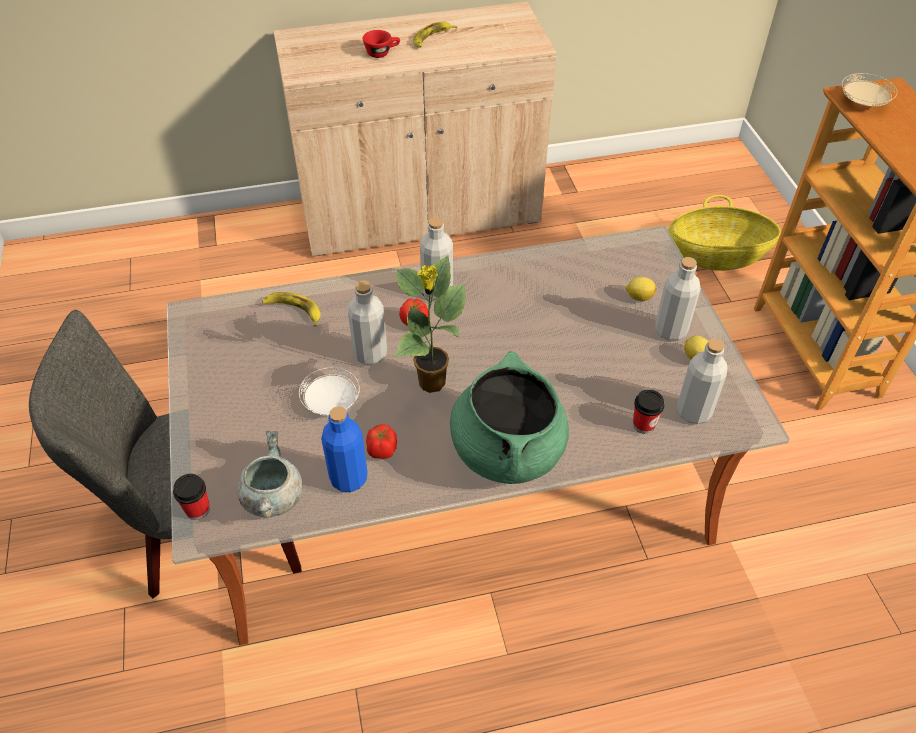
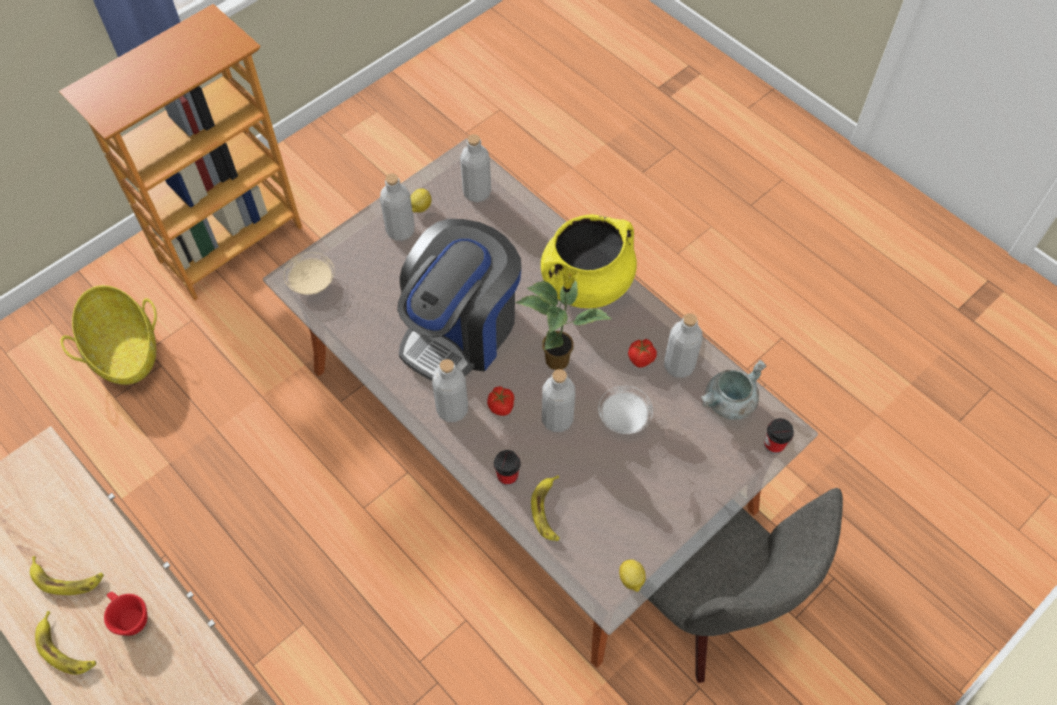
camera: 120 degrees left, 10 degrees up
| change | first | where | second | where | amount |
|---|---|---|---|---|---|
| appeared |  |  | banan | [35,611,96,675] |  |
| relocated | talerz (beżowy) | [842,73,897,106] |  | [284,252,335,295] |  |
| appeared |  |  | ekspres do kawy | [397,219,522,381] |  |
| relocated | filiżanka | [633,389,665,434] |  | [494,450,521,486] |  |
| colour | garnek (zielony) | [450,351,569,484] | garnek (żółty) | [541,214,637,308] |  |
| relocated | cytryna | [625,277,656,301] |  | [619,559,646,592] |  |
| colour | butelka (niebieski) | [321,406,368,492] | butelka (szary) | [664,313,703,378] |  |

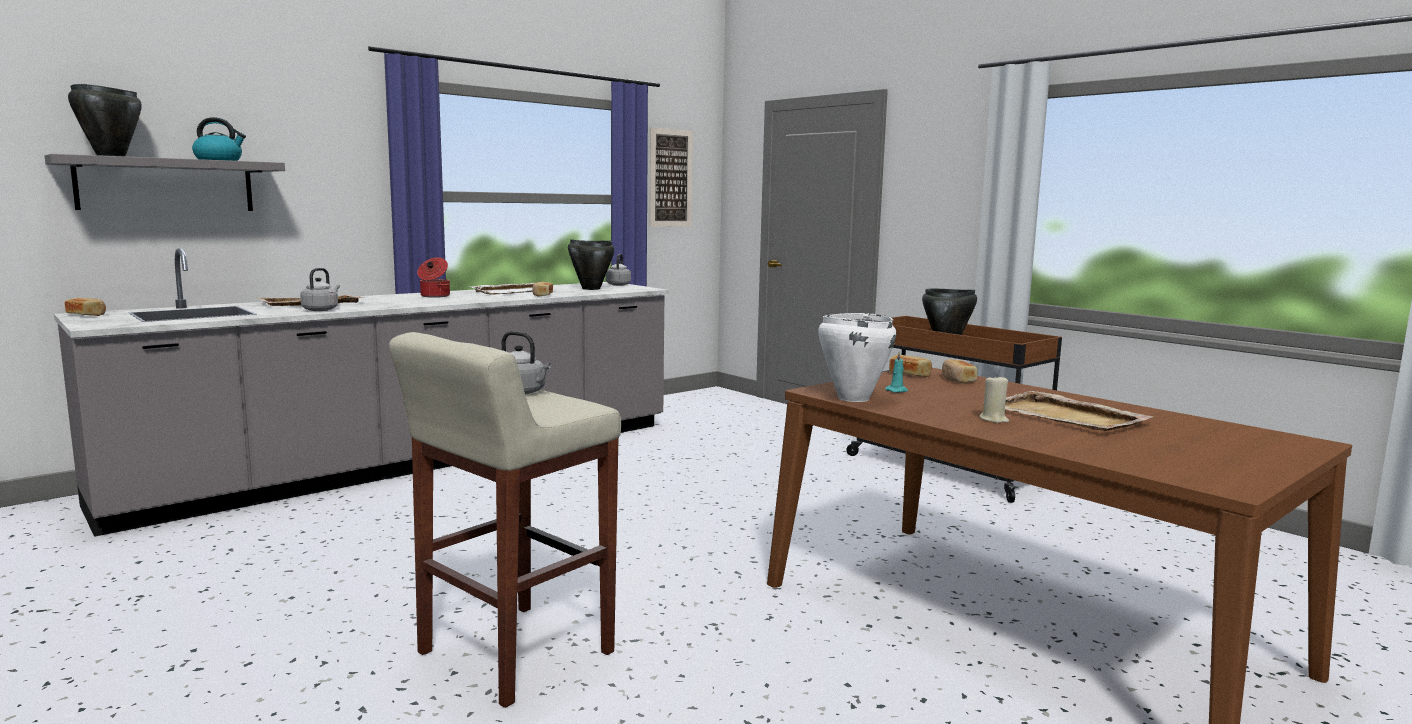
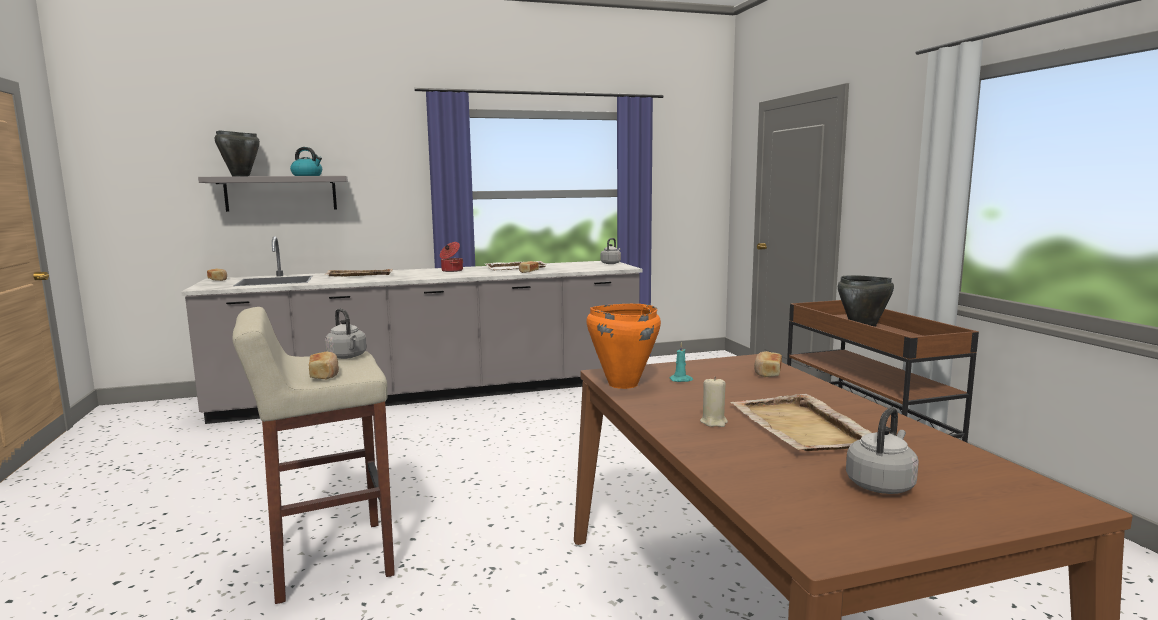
camera: 25 degrees right, 0 degrees up
| change | first | where | second | where | amount |
|---|---|---|---|---|---|
| relocated | chleb | [889,355,932,377] |  | [309,351,339,379] |  |
| colour | garnek (biały) | [818,313,896,402] | garnek (pomarańczowy) | [586,304,661,389] |  |
| relocated | czajnik (szary) | [300,268,340,311] |  | [846,407,919,494] |  |
| missing | garnek (czarny) | [568,239,615,290] |  |  |  |
| missing | obraz | [649,127,693,227] |  |  |  |

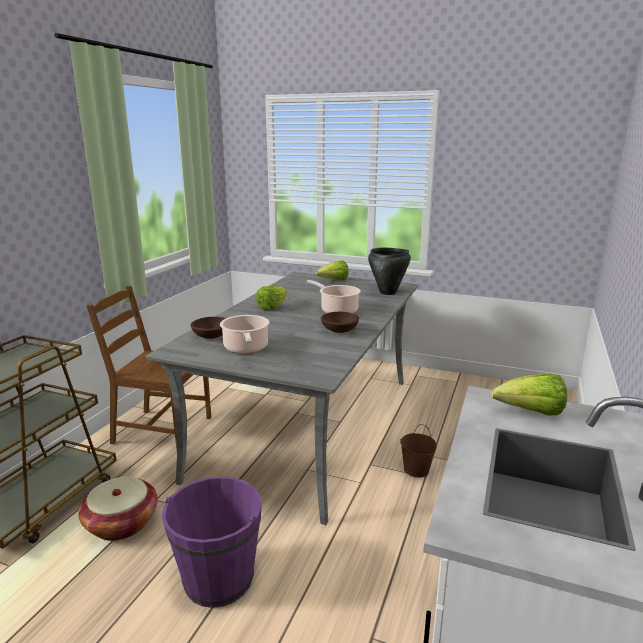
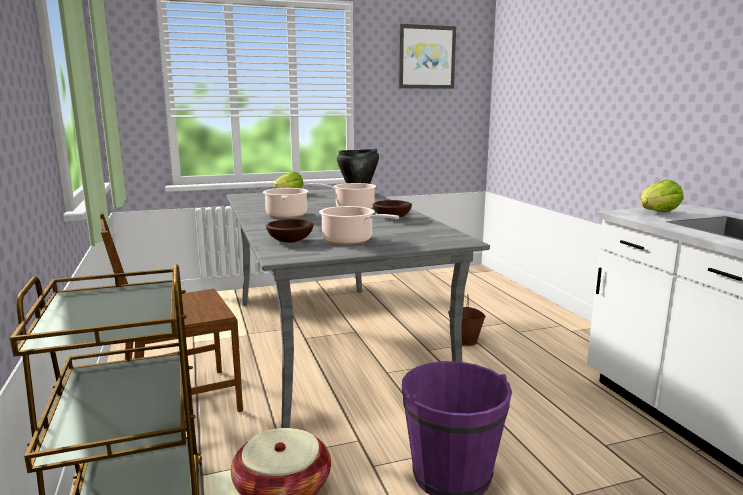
camera: 40 degrees left, 5 degrees down
| change | first | where | second | where | amount |
|---|---|---|---|---|---|
| exchanged | sałata | [255,286,287,310] | garnek | [263,188,309,218] |  |
| appeared |  |  | obraz | [399,24,456,89] |  |

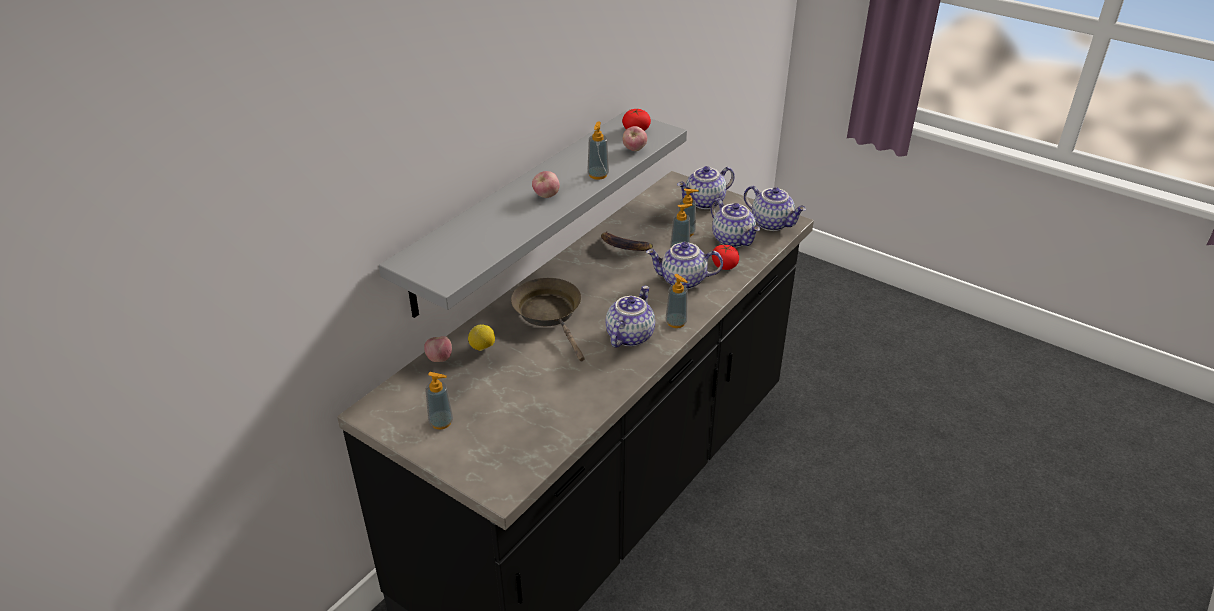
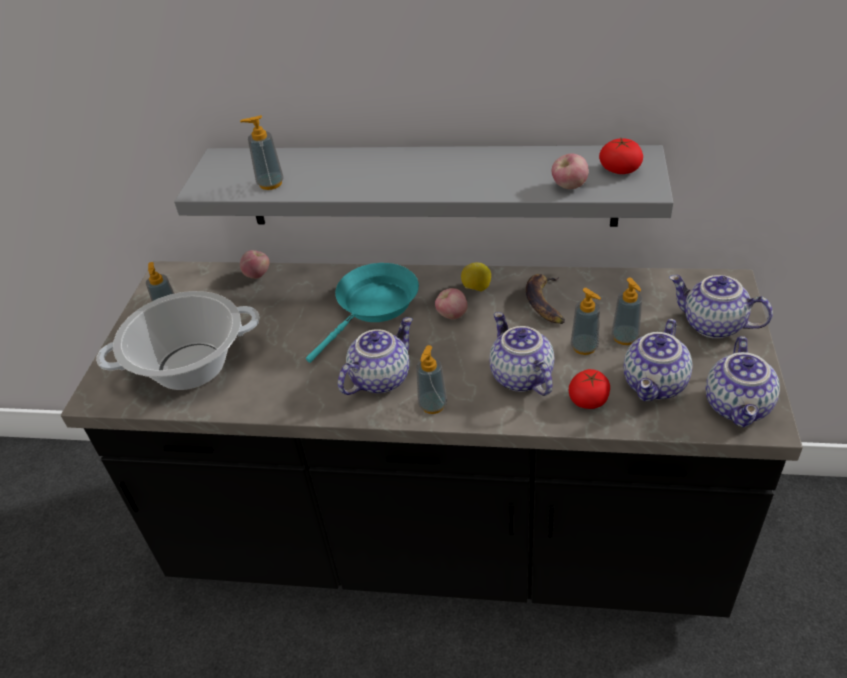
camera: 65 degrees right, 5 degrees up
| change | first | where | second | where | amount |
|---|---|---|---|---|---|
| appeared |  |  | garnek | [96,291,260,390] |  |
| relocated | dozownik mydła | [587,121,609,180] |  | [240,115,284,190] |  |
| colour | patelnia (brązowy) | [511,278,585,361] | patelnia (turkusowy) | [306,263,419,363] |  |
| spun | imbryk | [606,286,655,348] |  | [338,317,413,395] | 45 degrees counterclockwise |
| relocated | jabłko | [532,171,560,198] |  | [435,288,467,319] |  |
| relocated | cytryna | [468,324,495,351] |  | [461,262,491,292] |  |

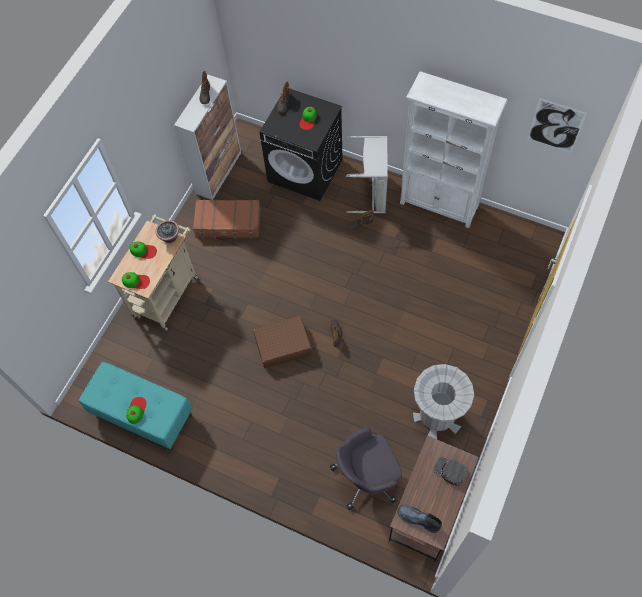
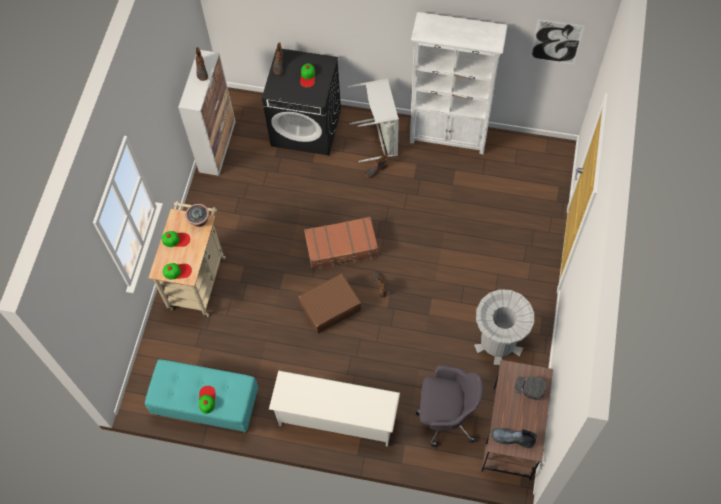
camera: 15 degrees left, 0 degrees up
| change | first | where | second | where | amount |
|---|---|---|---|---|---|
| appeared |  |  | regał na buty (biały) | [269,370,400,446] |  |
| relocated | walizka (brązowy) | [193,200,261,239] |  | [304,217,378,269] |  |
| spun | krzesło biurowe (szary) | [330,427,402,510] |  | [416,365,483,447] | 135 degrees counterclockwise |

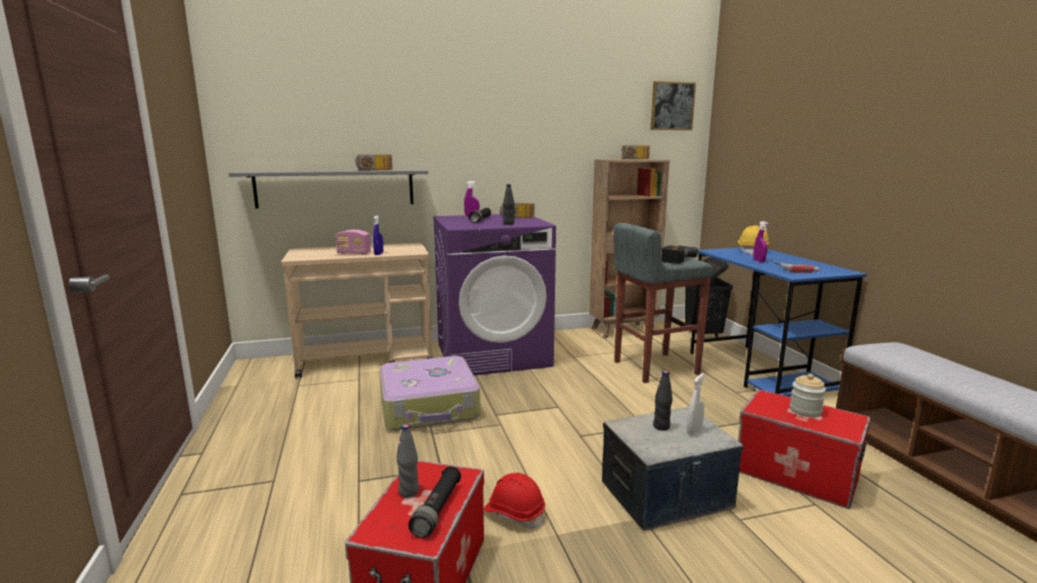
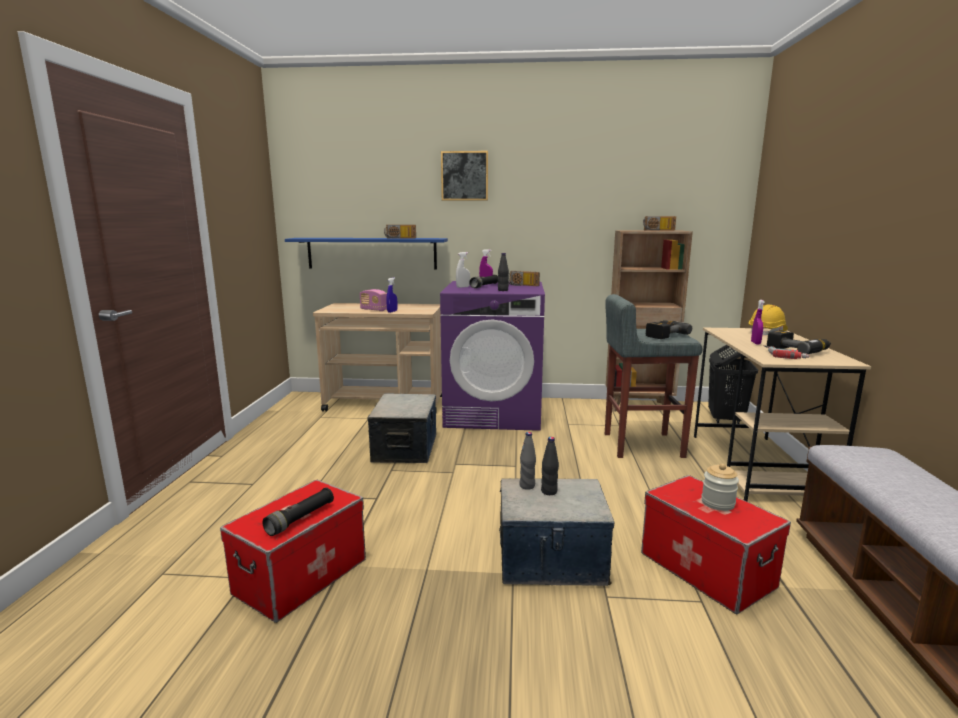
camera: 20 degrees right, 0 degrees up
| change | first | where | second | where | amount |
|---|---|---|---|---|---|
| colour | półka (szary) | [229,169,428,209] | półka (niebieski) | [285,238,448,269] |  |
| exchanged | walizka | [379,356,480,431] | pojemnik do przechowywania | [367,393,436,463] |  |
| relocated | obraz | [650,81,696,130] |  | [441,151,488,201] |  |
| relocated | spryskiwacz (biały) | [687,373,705,435] |  | [456,252,470,288] |  |
| relocated | butelka (szary) | [396,424,419,498] |  | [519,432,536,490] |  |
| colour | biurko (niebieski) | [690,247,867,397] | biurko (beżowy) | [694,328,871,502] |  |
| appeared |  |  | wiertarka | [767,330,831,354] |  |
| missing | kask (czerwony) | [484,473,545,529] |  |  |  |

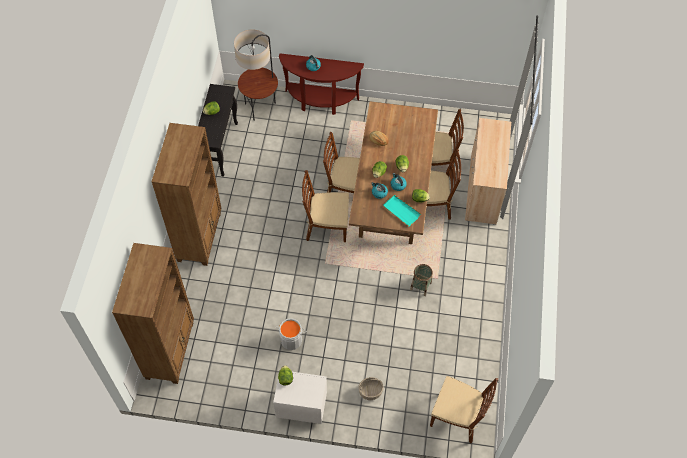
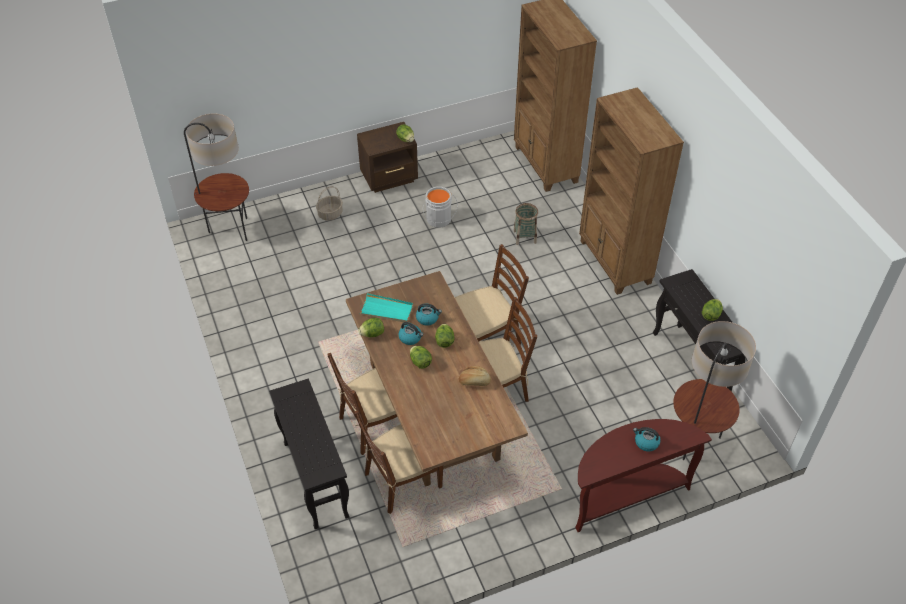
camera: 150 degrees right, 10 degrees down
| change | first | where | second | where | amount |
|---|---|---|---|---|---|
| exchanged | krzesło (brązowy) | [430,376,498,443] | lampa stojąca | [184,114,249,241] |  |
| exchanged | szafka (beżowy) | [465,118,511,225] | stolik konsolowy (czarny) | [269,378,349,530] |  |
| colour | szafka nocna (biały) | [273,372,327,424] | szafka nocna (brązowy) | [357,122,418,193] |  |
| relocated | koszyk | [410,264,433,296] |  | [513,203,538,245] |  |

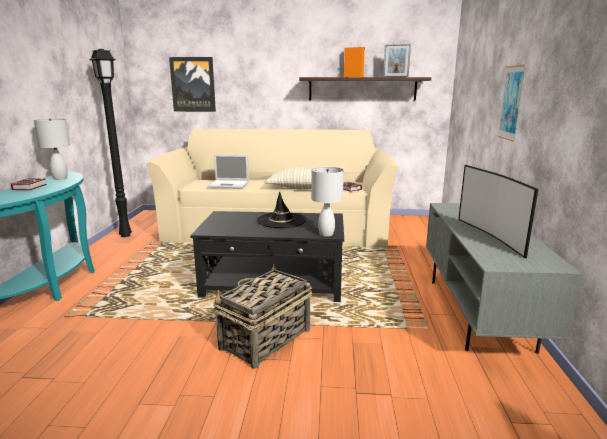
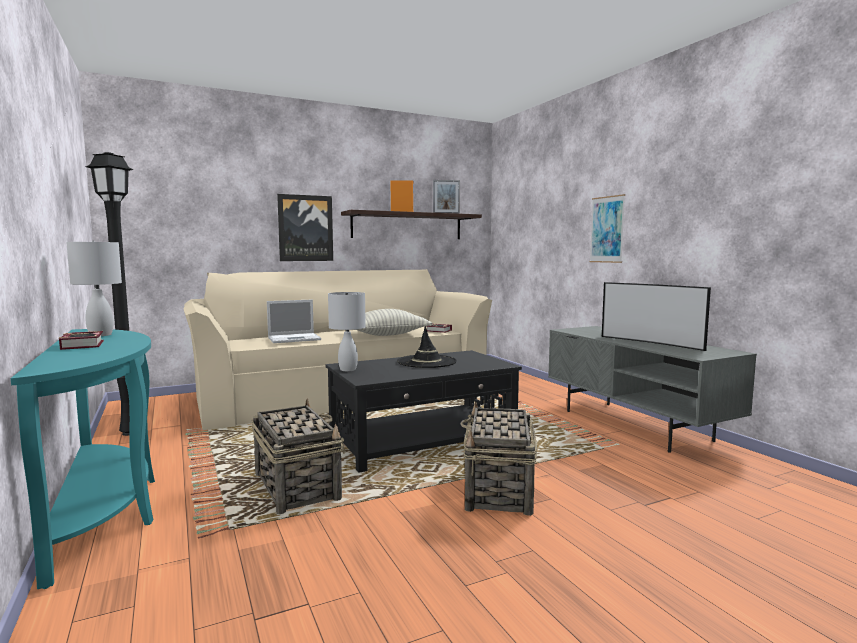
camera: 30 degrees left, 10 degrees down
| change | first | where | second | where | amount |
|---|---|---|---|---|---|
| appeared |  |  | koszyk | [252,398,345,514] |  |
| relocated | obraz | [169,57,216,112] |  | [277,194,333,261] |  |
| relocated | lampa stołowa (biały) | [311,167,344,237] |  | [328,292,366,371] |  |

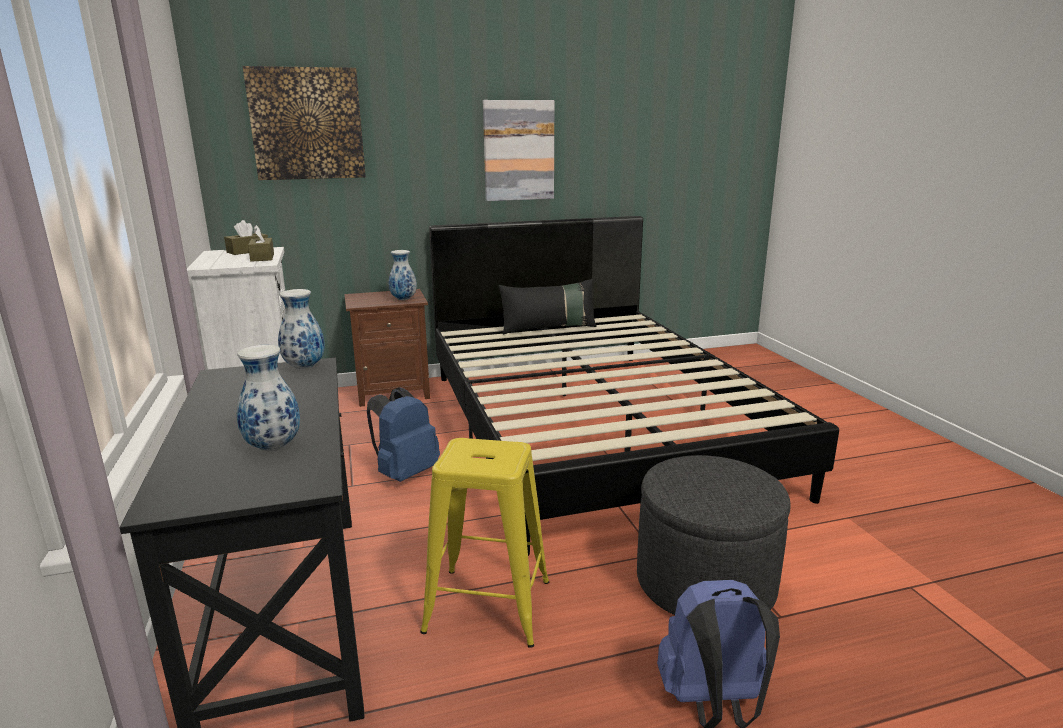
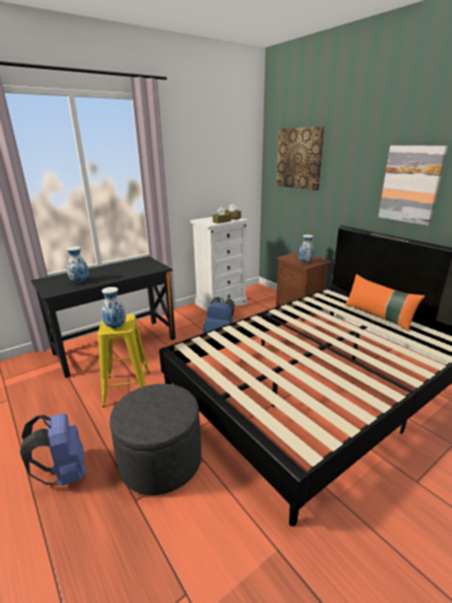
camera: 70 degrees right, 5 degrees up
| change | first | where | second | where | amount |
|---|---|---|---|---|---|
| relocated | wazon | [278,289,325,369] |  | [101,287,126,328] |  |
| colour | poduszka (czarny) | [498,279,597,334] | poduszka (pomarańczowy) | [345,274,425,331] |  |

